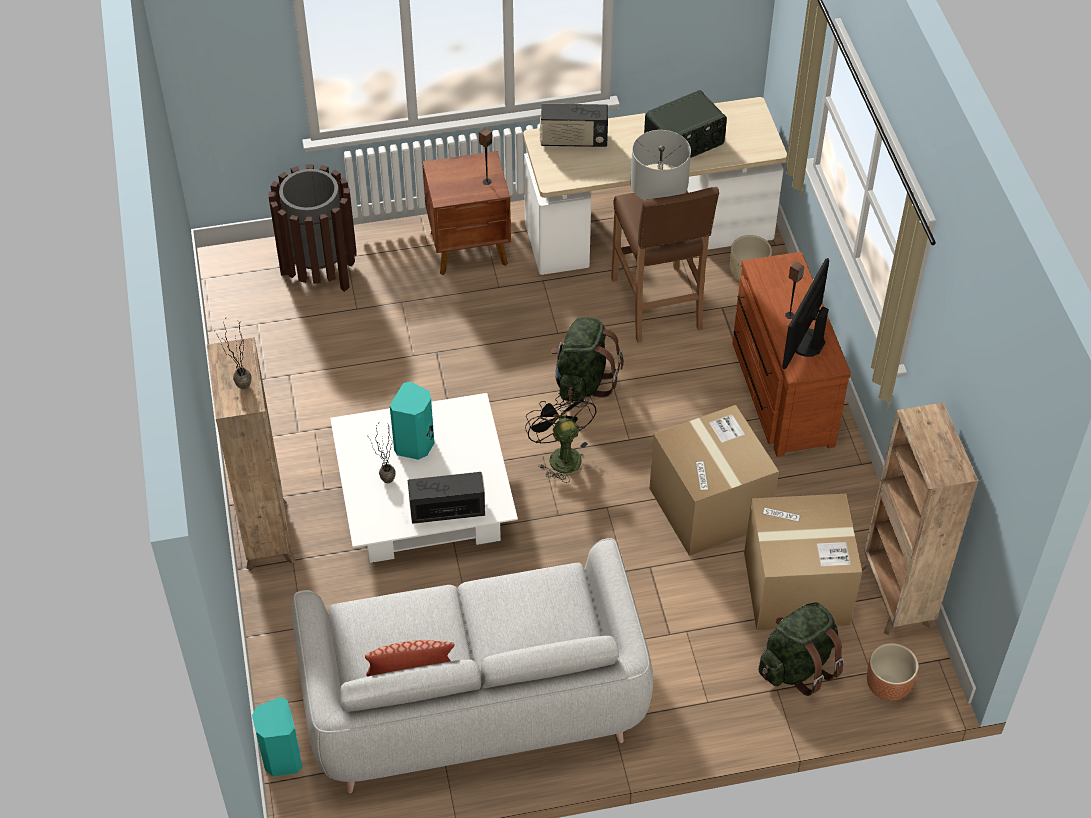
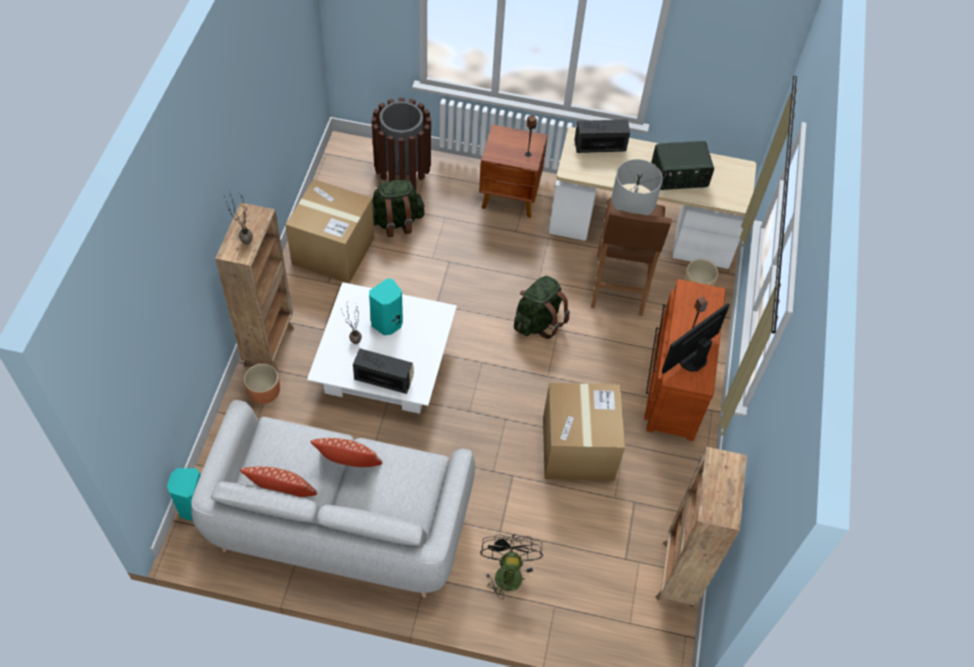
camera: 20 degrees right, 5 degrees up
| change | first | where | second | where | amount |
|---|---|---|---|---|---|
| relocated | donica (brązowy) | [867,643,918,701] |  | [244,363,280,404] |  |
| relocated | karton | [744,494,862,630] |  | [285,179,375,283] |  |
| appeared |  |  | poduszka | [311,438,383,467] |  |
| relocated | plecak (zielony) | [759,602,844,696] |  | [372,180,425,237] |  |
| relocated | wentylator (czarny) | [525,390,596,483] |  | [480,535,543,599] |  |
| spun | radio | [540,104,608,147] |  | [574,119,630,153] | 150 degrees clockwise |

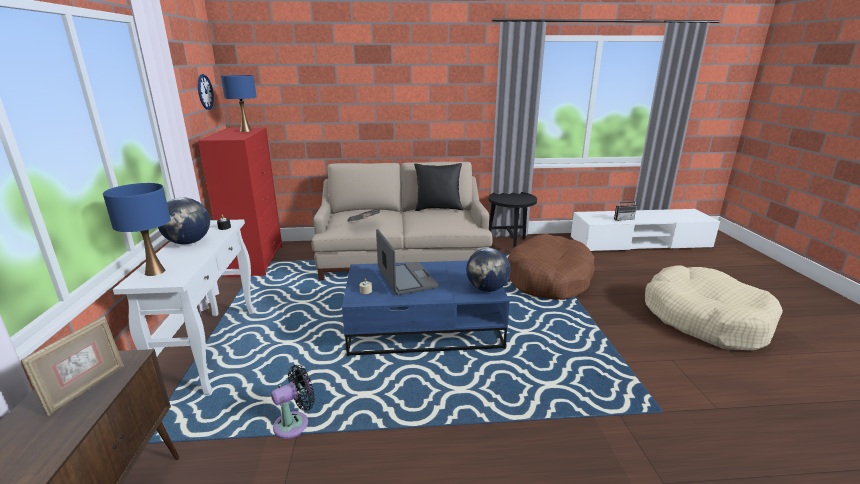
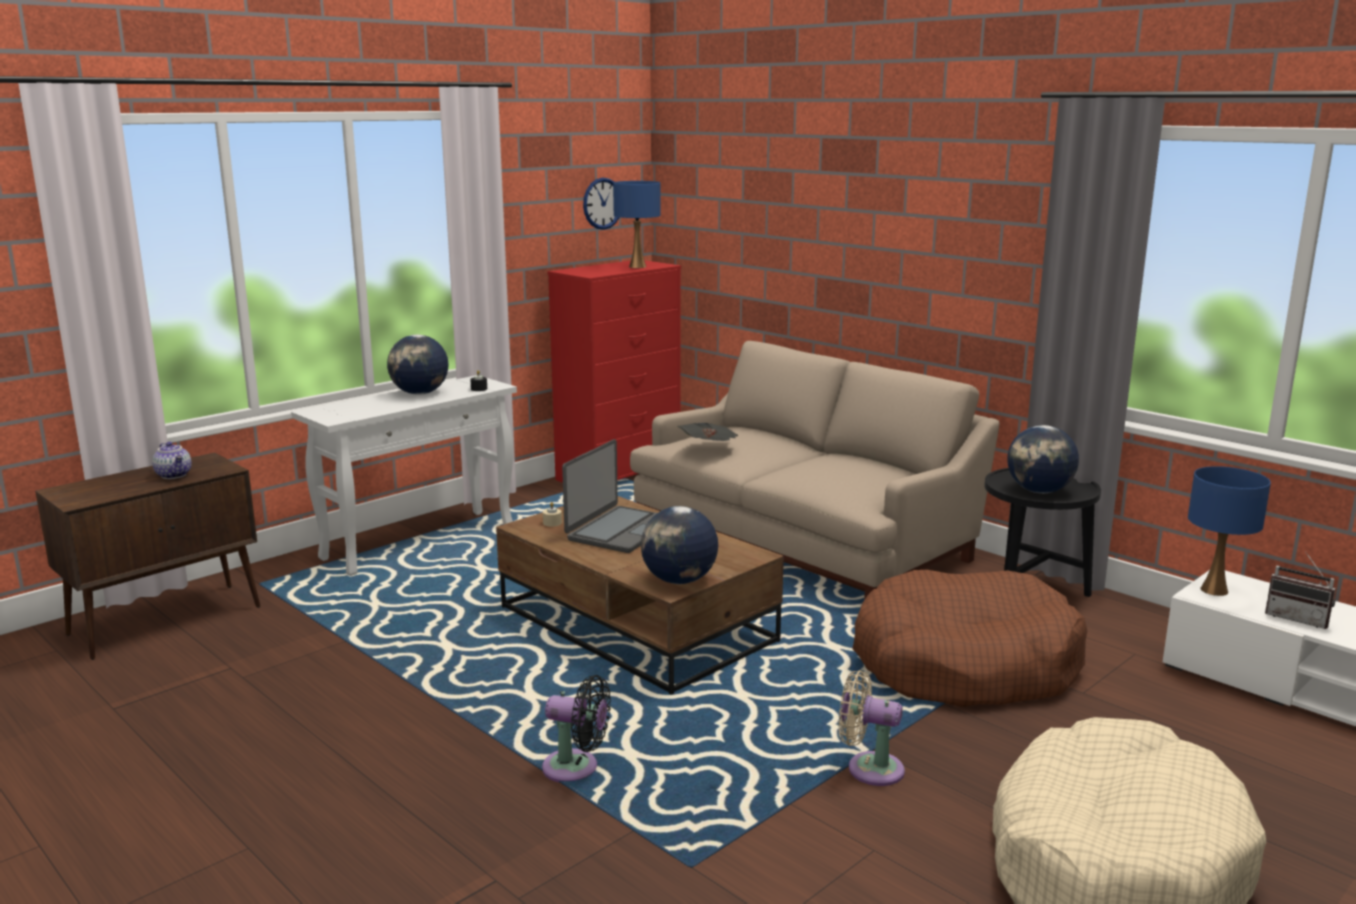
camera: 50 degrees right, 5 degrees down
| change | first | where | second | where | amount |
|---|---|---|---|---|---|
| exchanged | ramka na zdjęcie | [21,316,124,417] | imbryk | [152,442,192,479] |  |
| colour | ława (niebieski) | [342,261,510,356] | ława (brązowy) | [496,496,784,695] |  |
| relocated | wentylator (czarny) | [271,365,315,439] |  | [542,675,611,783] |  |
| appeared |  |  | wentylator (beżowy) | [838,670,905,786] |  |
| appeared |  |  | globus | [1007,425,1079,493] |  |
| relocated | lampa stołowa (niebieski) | [103,183,171,276] |  | [1188,466,1271,596] |  |
| missing | poduszka (czarny) | [414,163,463,211] |  |  |  |

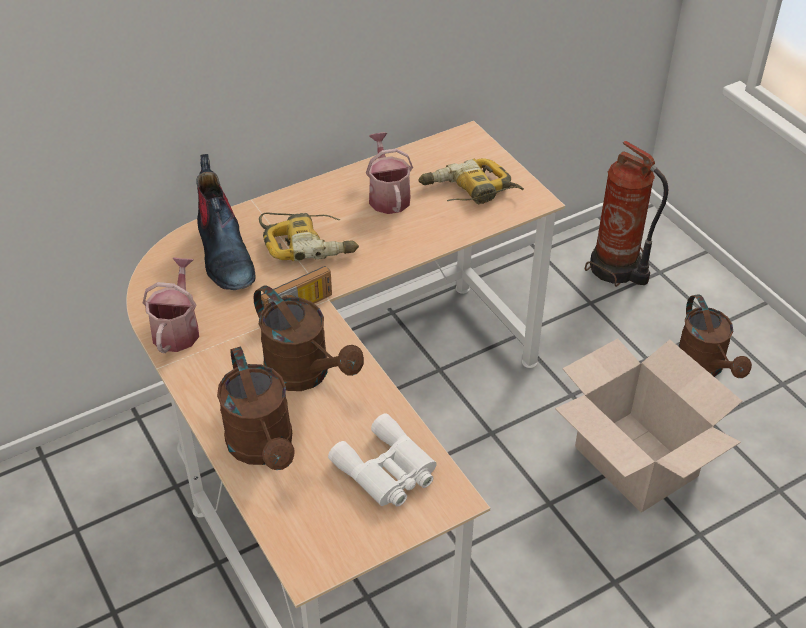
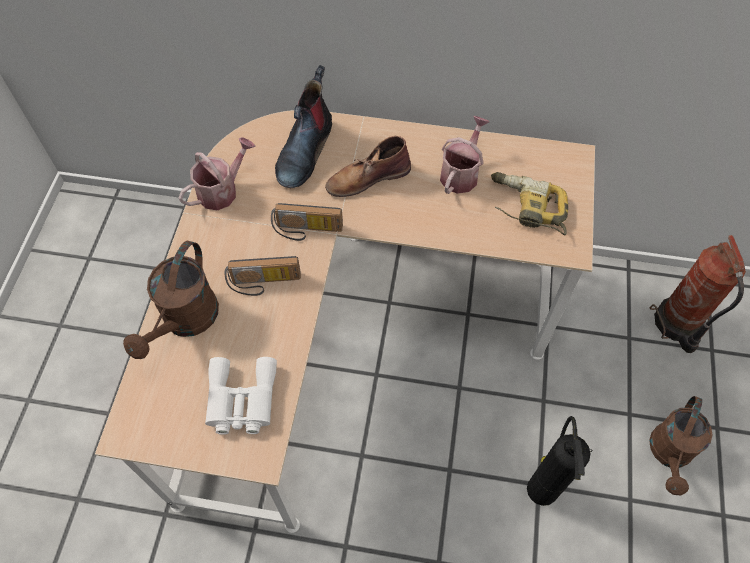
camera: 40 degrees right, 15 degrees up
| change | first | where | second | where | amount |
|---|---|---|---|---|---|
| exchanged | konewka (brązowy) | [254,286,364,391] | radio | [225,256,301,296] |  |
| exchanged | wiertarka | [259,212,359,261] | but z cholewką (brązowy) | [325,136,411,197] |  |
| exchanged | karton | [555,338,743,512] | gaśnica | [527,416,592,506] |  |

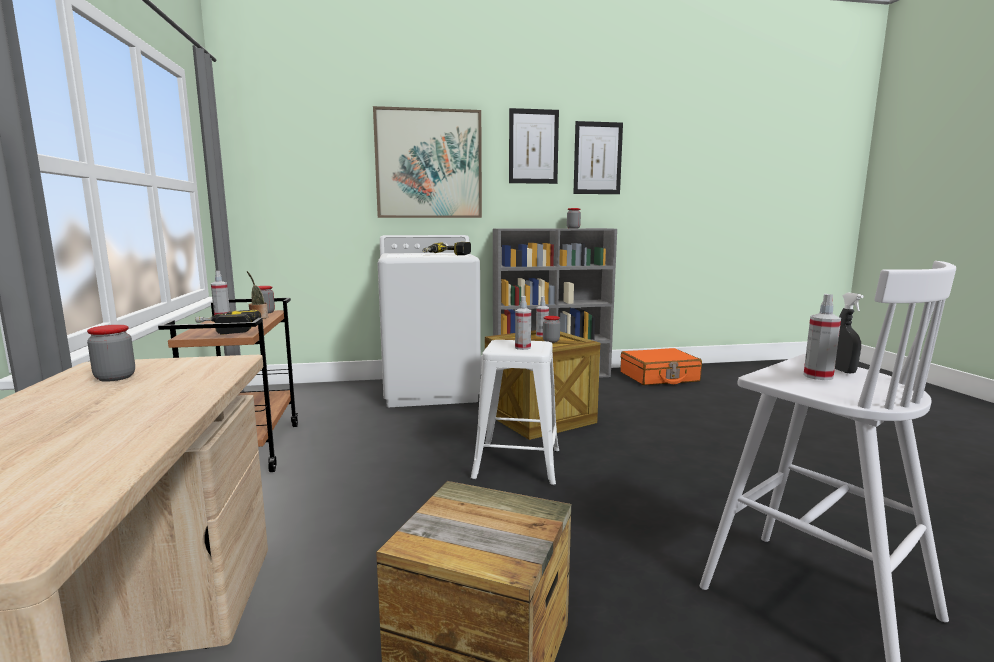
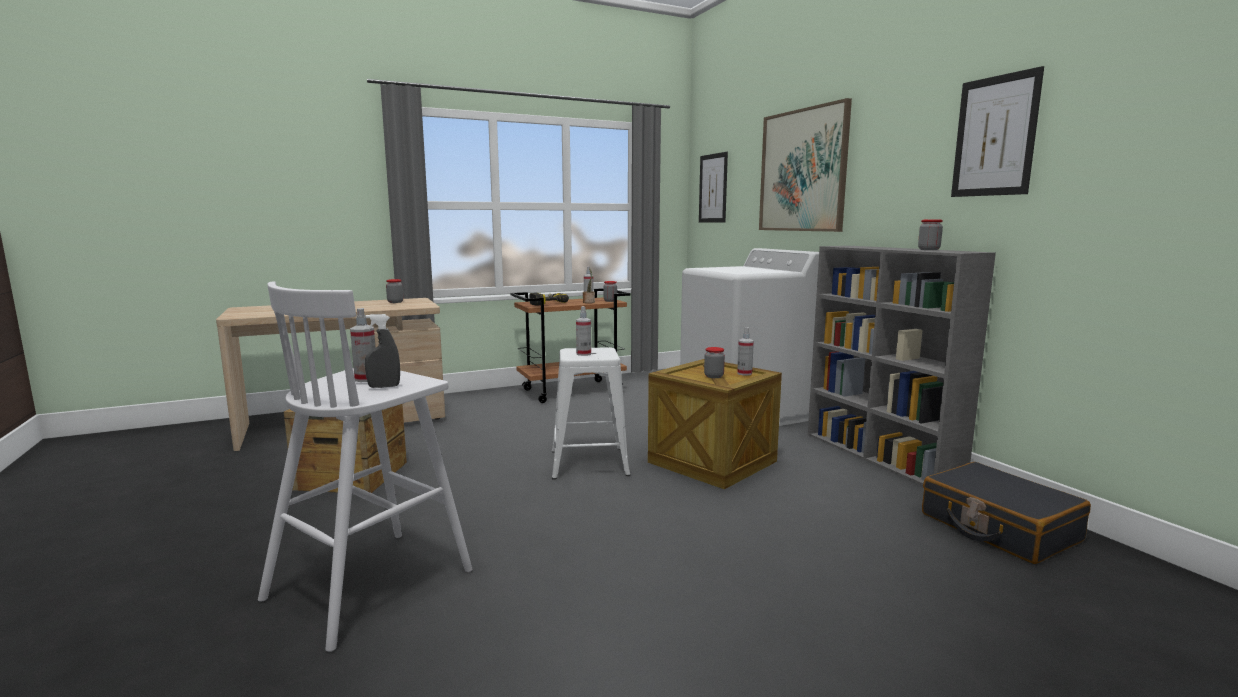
camera: 75 degrees right, 0 degrees up
| change | first | where | second | where | amount |
|---|---|---|---|---|---|
| relocated | obraz | [509,108,559,184] |  | [699,152,728,223] |  |
| colour | walizka (pomarańczowy) | [621,348,702,385] | walizka (czarny) | [922,462,1091,564] |  |
| missing | wiertarka | [422,242,471,255] |  |  |  |

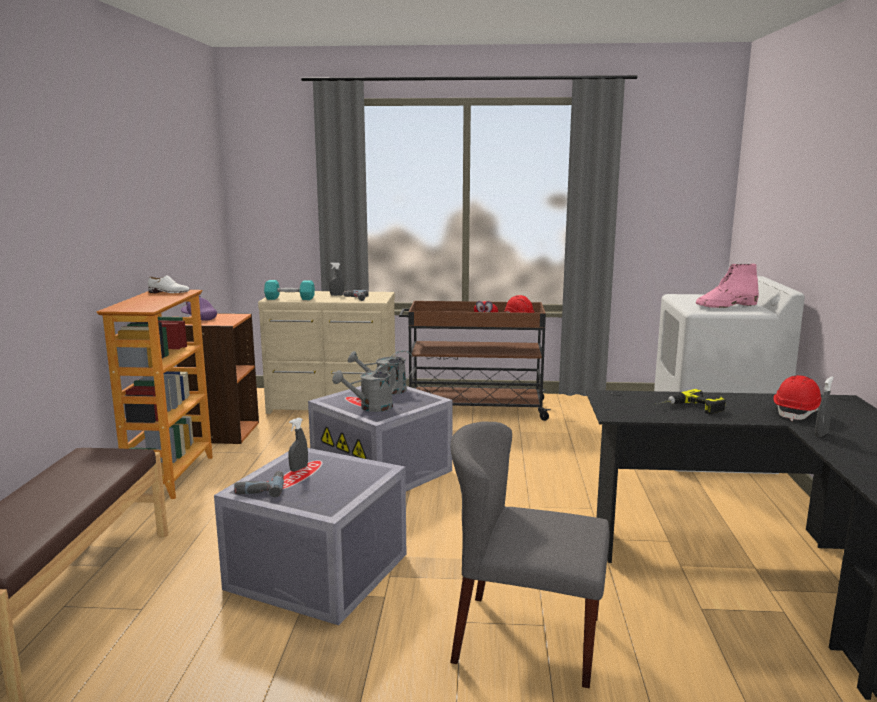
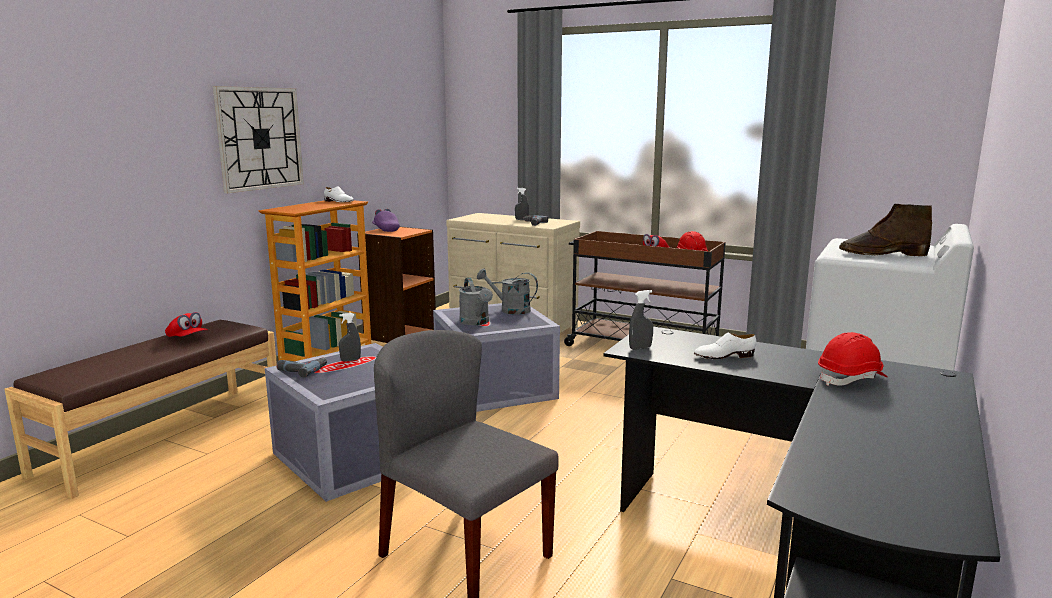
camera: 25 degrees right, 0 degrees up
| change | first | where | second | where | amount |
|---|---|---|---|---|---|
| appeared |  |  | czapka z daszkiem (czerwony) | [165,312,208,337] |  |
| appeared |  |  | zegar ścienny | [213,86,304,193] |  |
| spun | konewka (szary) | [332,363,399,412] |  | [459,278,493,325] | 105 degrees counterclockwise |
| relocated | spryskiwacz (szary) | [815,376,834,437] |  | [629,290,653,350] |  |
| exchanged | wiertarka | [656,389,726,414] | but (biały) | [694,332,756,359] |  |
| colour | but z cholewką (różowy) | [696,264,759,308] | but z cholewką (brązowy) | [839,204,932,256] |  |
| missing | hantel (turkusowy) | [264,280,315,300] |  |  |  |

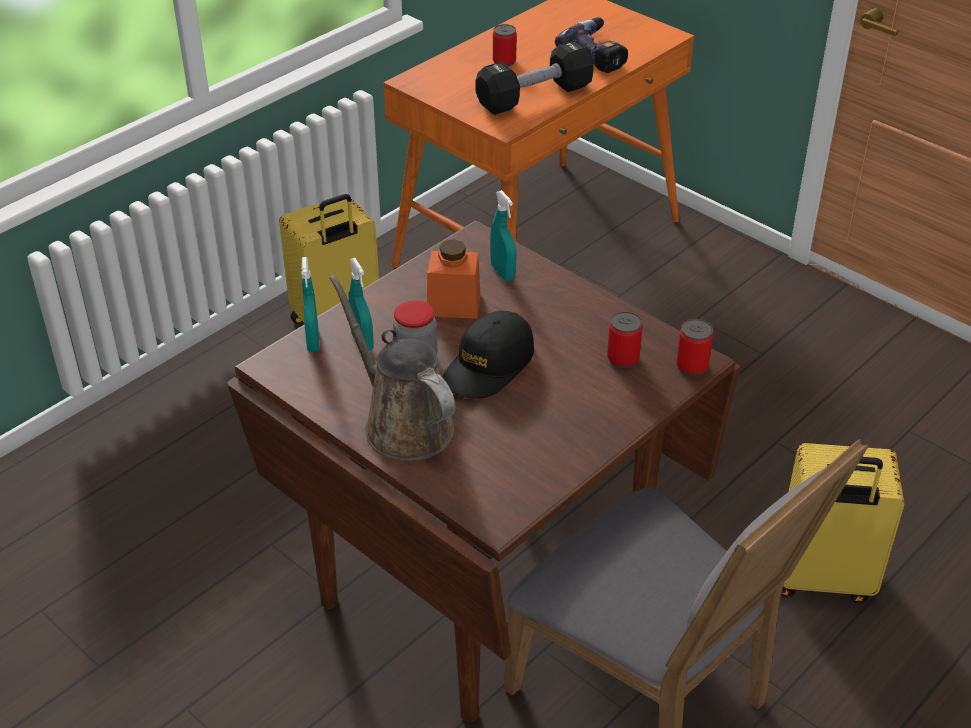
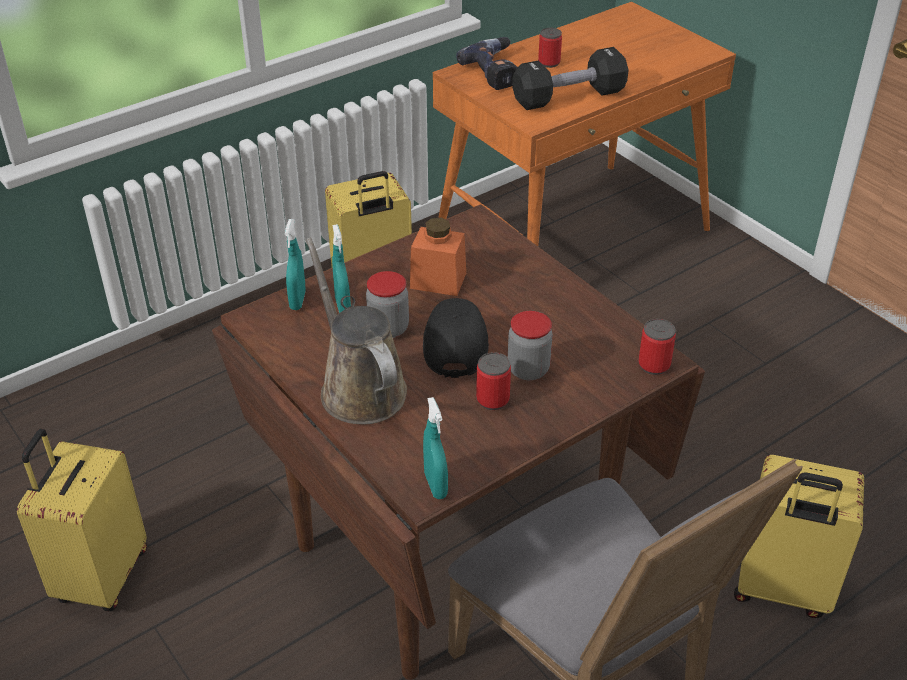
camera: 10 degrees right, 0 degrees up
| change | first | where | second | where | amount |
|---|---|---|---|---|---|
| appeared |  |  | walizka (żółty) | [17,429,147,611] |  |
| spun | czapka z daszkiem (czarny) | [442,311,534,399] |  | [423,298,489,378] | 135 degrees clockwise |
| relocated | spryskiwacz (turkusowy) | [490,190,517,281] |  | [423,397,448,499] |  |
| relocated | wiertarka | [555,17,628,73] |  | [456,37,518,90] |  |
| relocated | puszka | [607,312,643,368] |  | [476,352,511,410] |  |
| appeared |  |  | słoik | [508,311,553,380] |  |

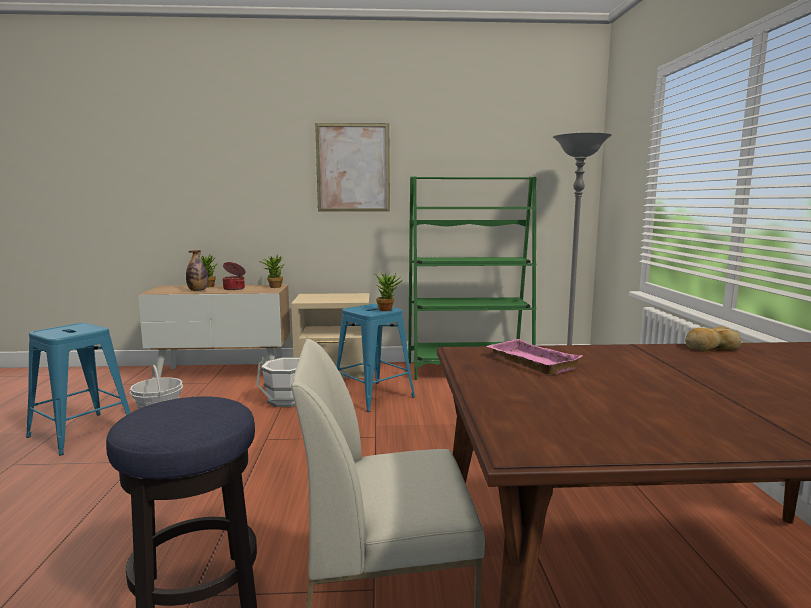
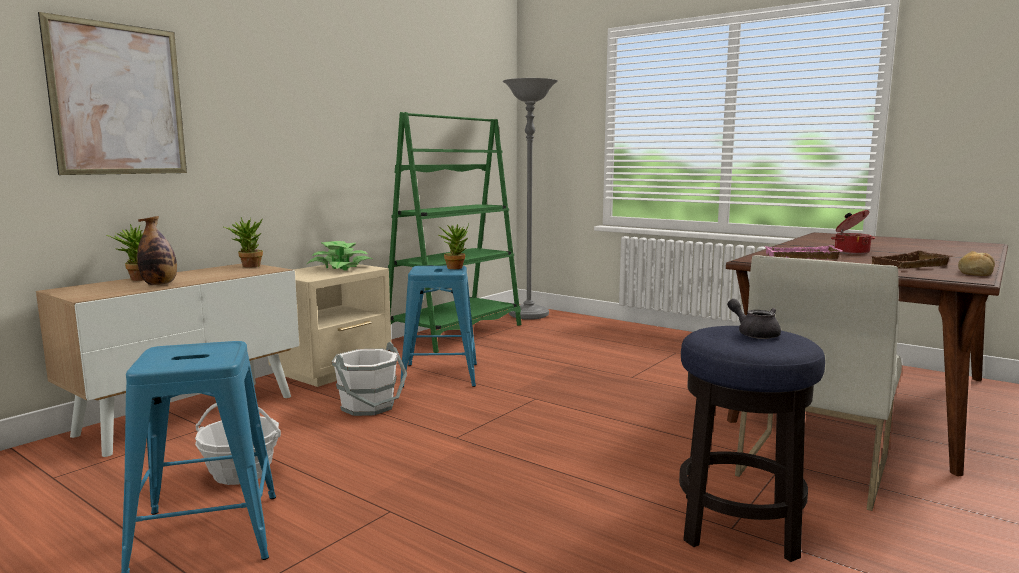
camera: 50 degrees left, 0 degrees up
| change | first | where | second | where | amount |
|---|---|---|---|---|---|
| relocated | obraz | [315,123,390,212] |  | [38,12,187,175] |  |
| appeared |  |  | roślina doniczkowa | [307,241,374,270] |  |
| appeared |  |  | imbryk (szary) | [727,299,781,339] |  |
| relocated | garnek | [223,262,246,290] |  | [831,210,875,254] |  |
| appeared |  |  | taca (brązowy) | [872,250,953,269] |  |
| relocated | chleb | [685,327,741,352] |  | [958,251,995,276] |  |

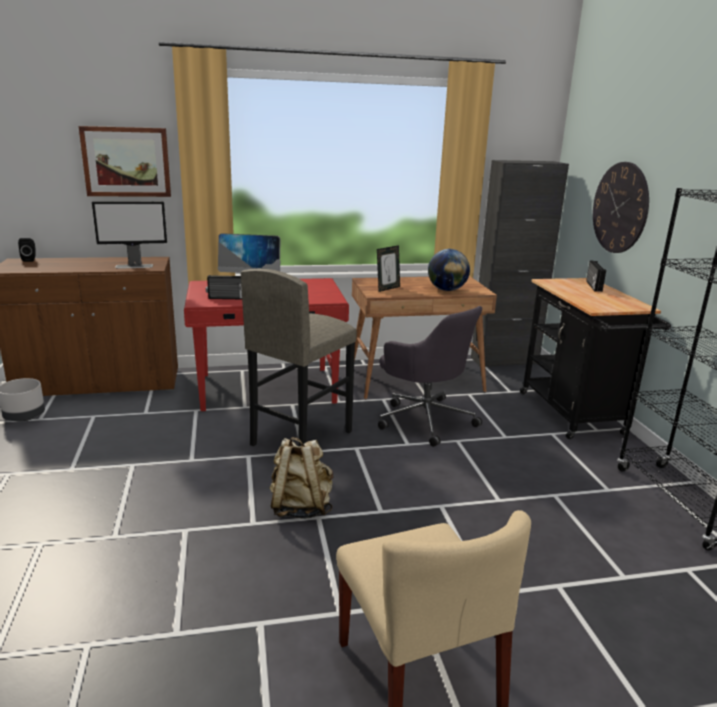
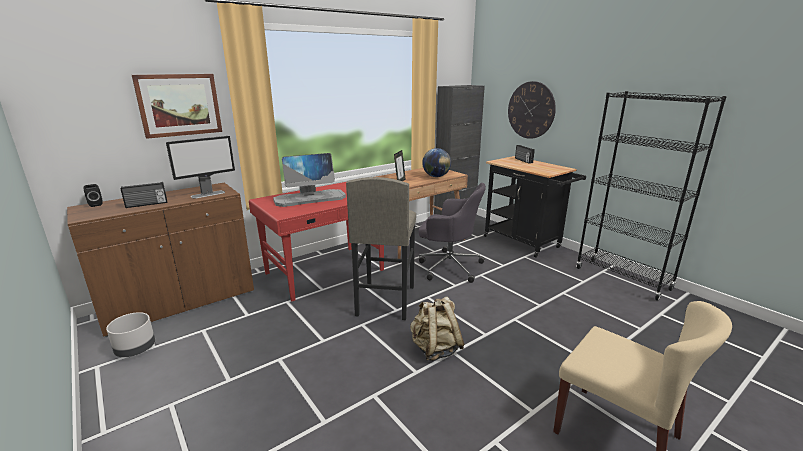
camera: 25 degrees left, 0 degrees up
| change | first | where | second | where | amount |
|---|---|---|---|---|---|
| relocated | radio | [207,275,242,299] |  | [121,182,167,208] |  |

